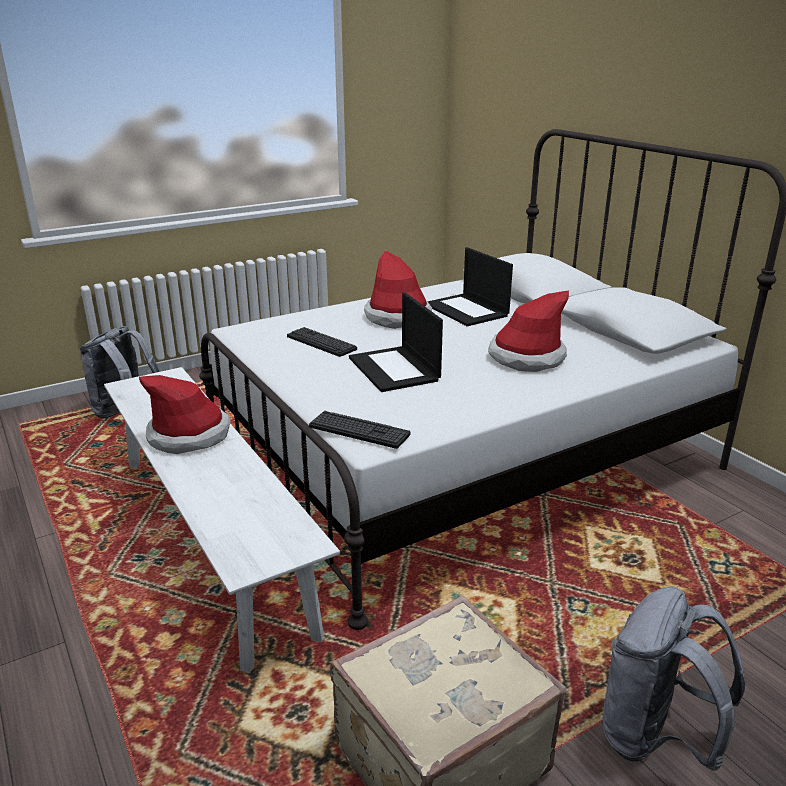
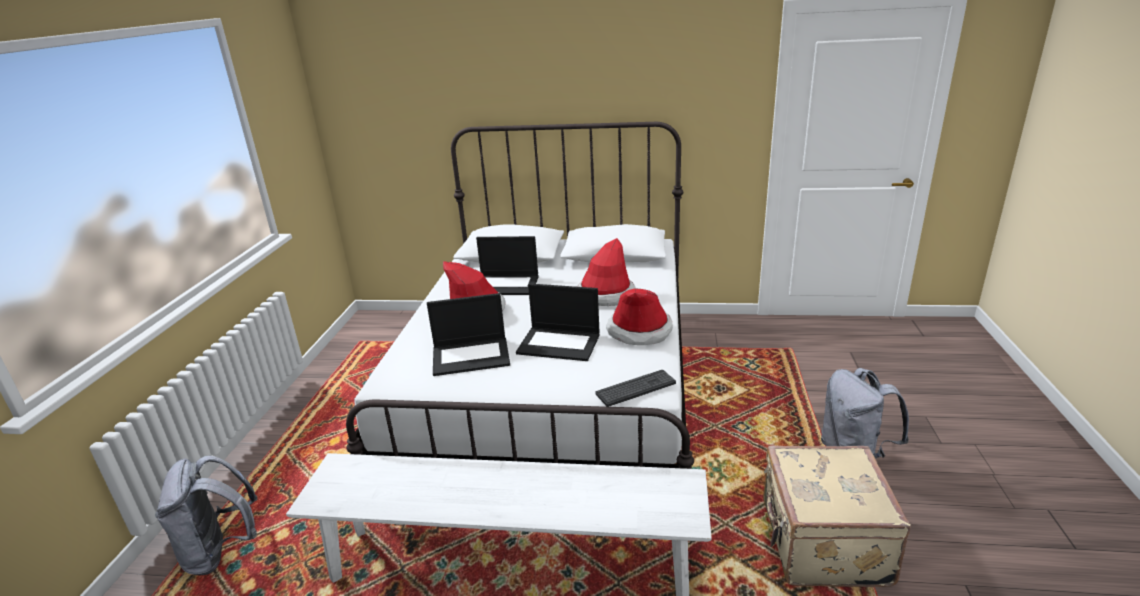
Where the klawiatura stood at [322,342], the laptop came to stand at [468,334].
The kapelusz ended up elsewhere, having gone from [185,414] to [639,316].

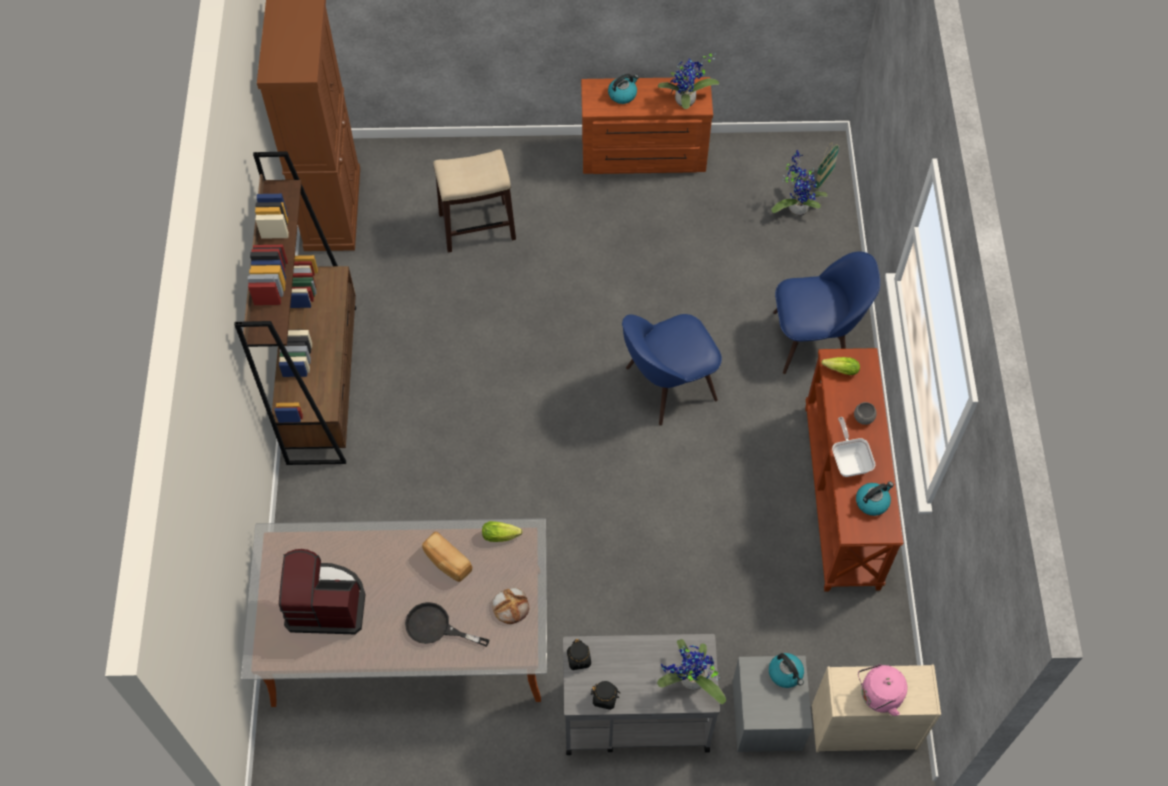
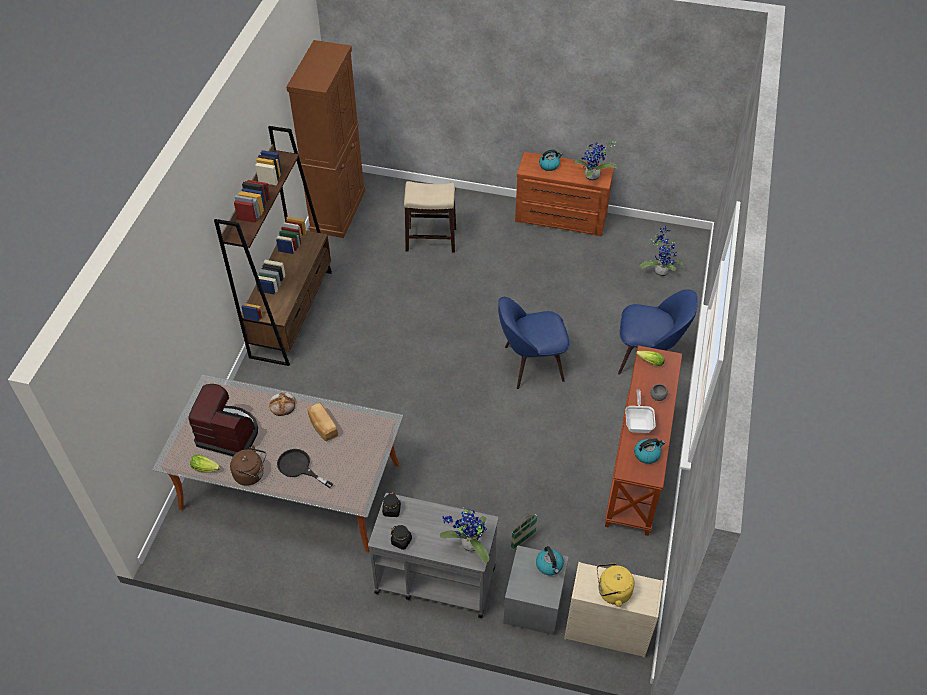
The koszyk ended up elsewhere, having gone from [827,166] to [524,531].
The sałata ended up elsewhere, having gone from [502,531] to [205,463].
The chleb ended up elsewhere, having gone from [510,606] to [282,404].
What was the czajnik [różowy] at [883,690] turned into the czajnik [żółty] at [615,585].
The second view gained the czajnik [brązowy] at [248,465].

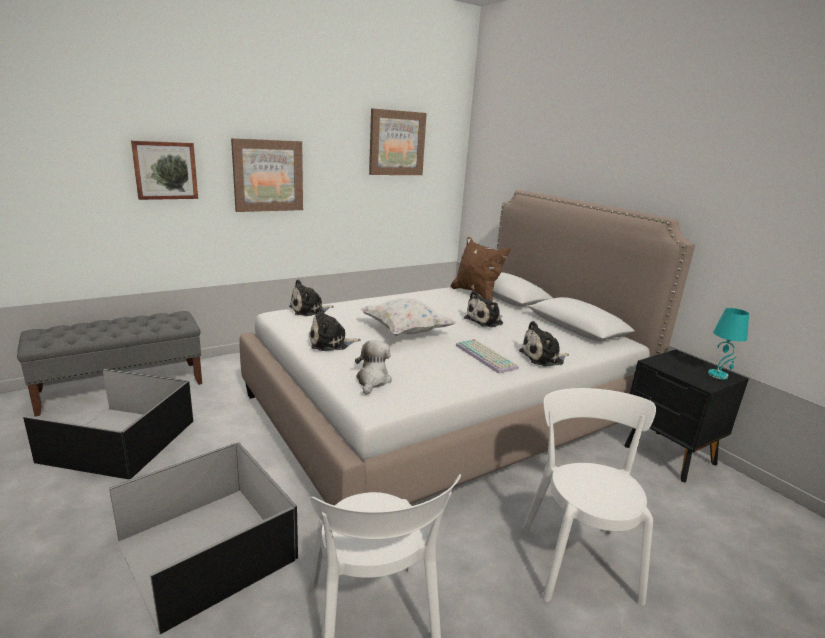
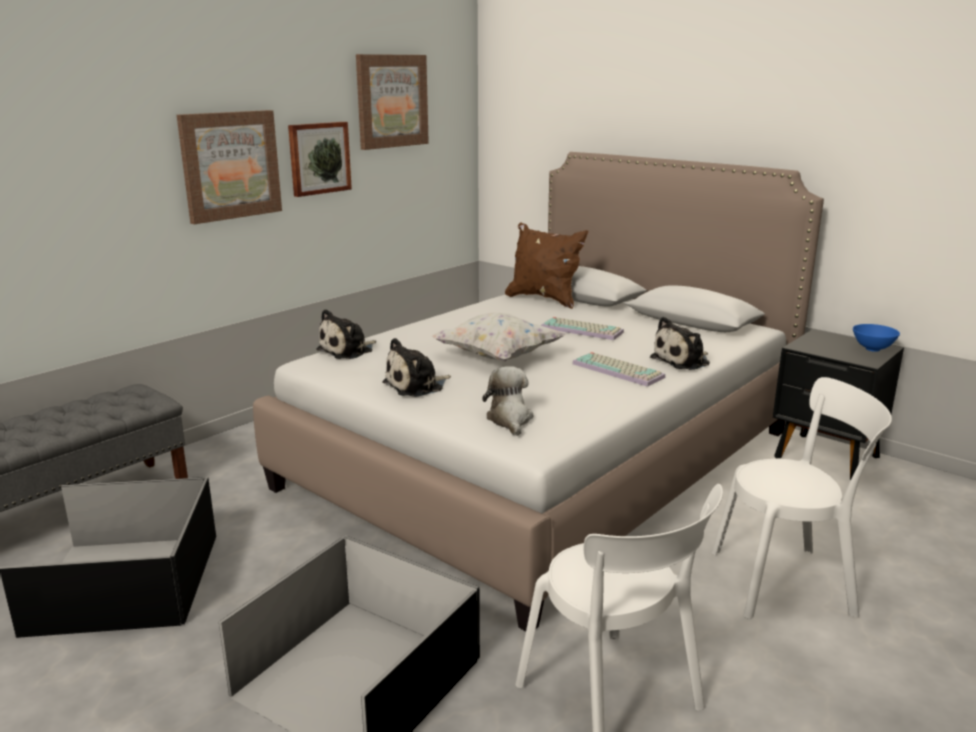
The obraz ended up elsewhere, having gone from [164,170] to [320,159].
Where the pluszak stood at [483,309], the klawiatura came to stand at [582,328].
Where the lampa stołowa [turkusowy] stood at [728,343], the miska [niebieski] came to stand at [876,338].
The krzesło [biały] at [589,497] ended up facing another way, 105 degrees clockwise from before.

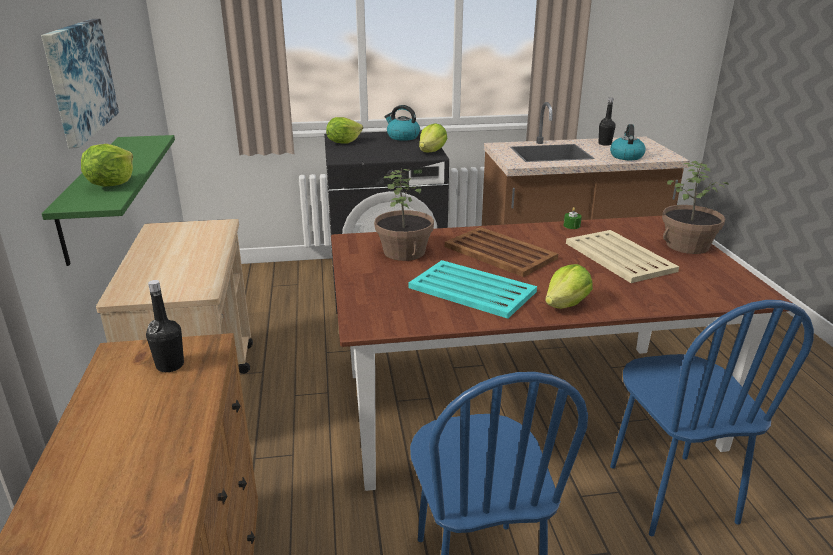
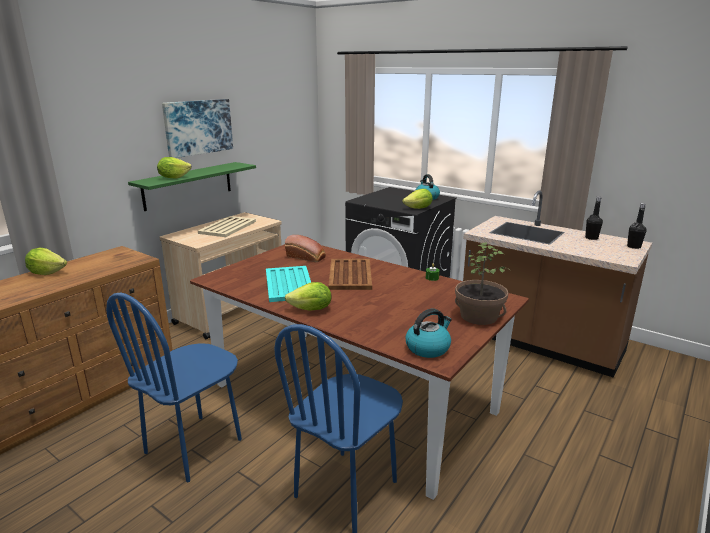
The sałata ended up elsewhere, having gone from [344,130] to [46,261].
The czajnik ended up elsewhere, having gone from [628,142] to [429,333].
Where the roślina doniczkowa stood at [404,215], the chleb came to stand at [305,248].
The taca [beżowy] ended up elsewhere, having gone from [622,256] to [227,226].
The butelka [czarny] ended up elsewhere, having gone from [165,326] to [636,226].

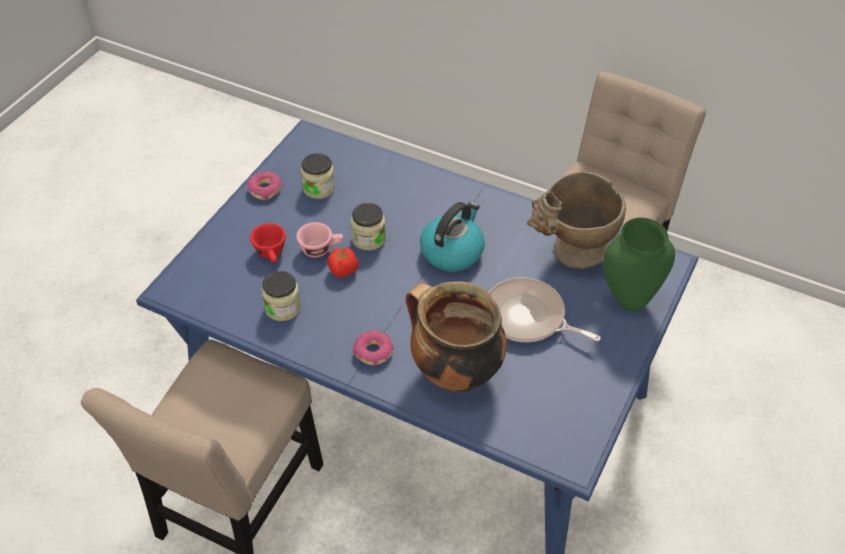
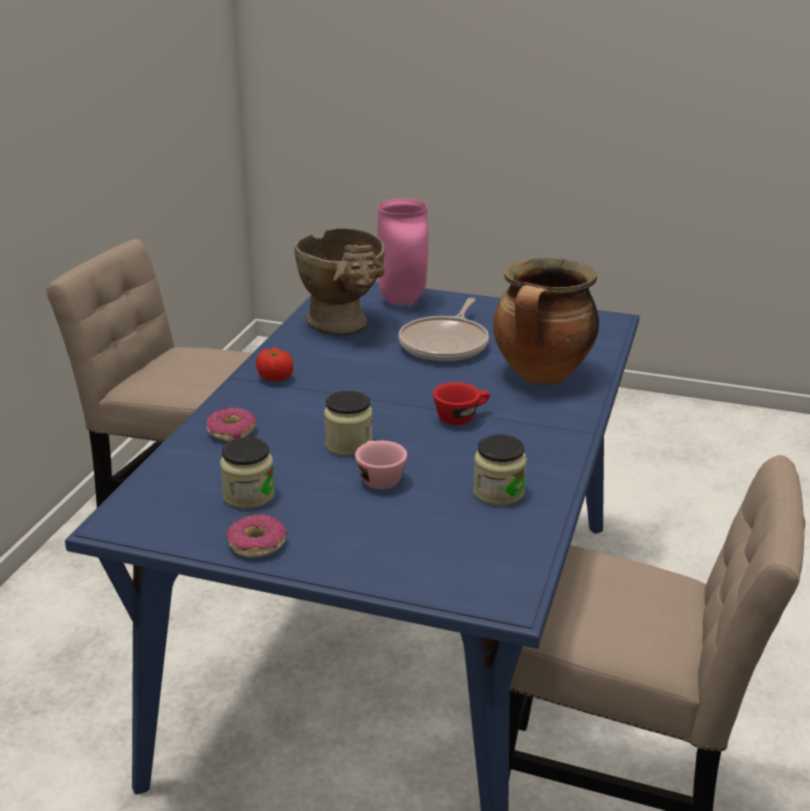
The second view lost the czajnik at [452,236].
What was the wazon [zielony] at [639,264] turned into the wazon [różowy] at [403,252].
The filiżanka [czerwony] ended up elsewhere, having gone from [268,243] to [461,403].
The pomidor ended up elsewhere, having gone from [343,262] to [274,365].
The donut ended up elsewhere, having gone from [373,347] to [232,424].

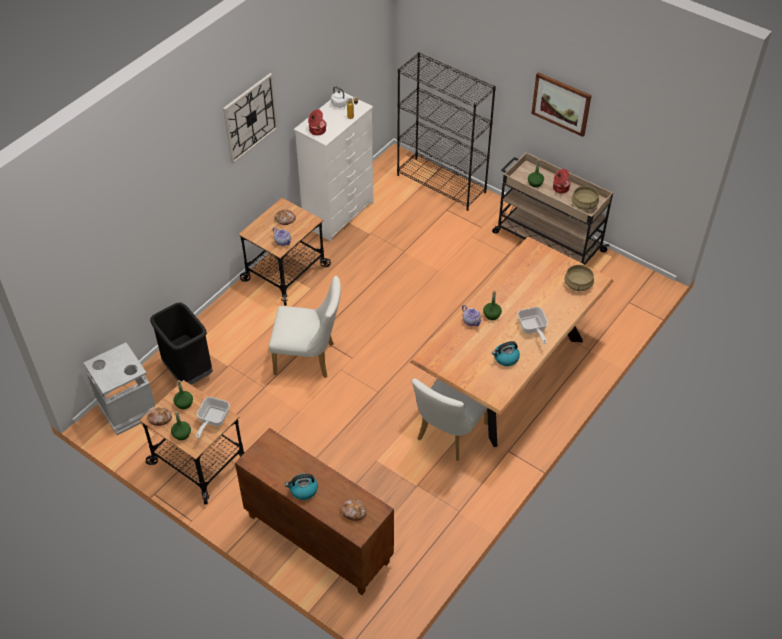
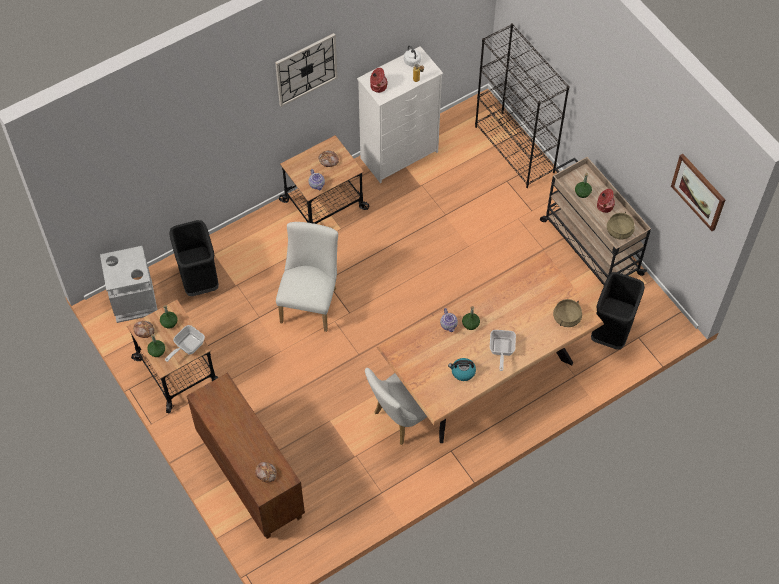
The obraz ended up elsewhere, having gone from [561,104] to [698,192].
The krzesło [biały] at [305,327] ended up facing another way, 105 degrees counterclockwise from before.
The second view lost the czajnik at [301,486].
The second view gained the kosz na śmieci [czarny] at [618,311].

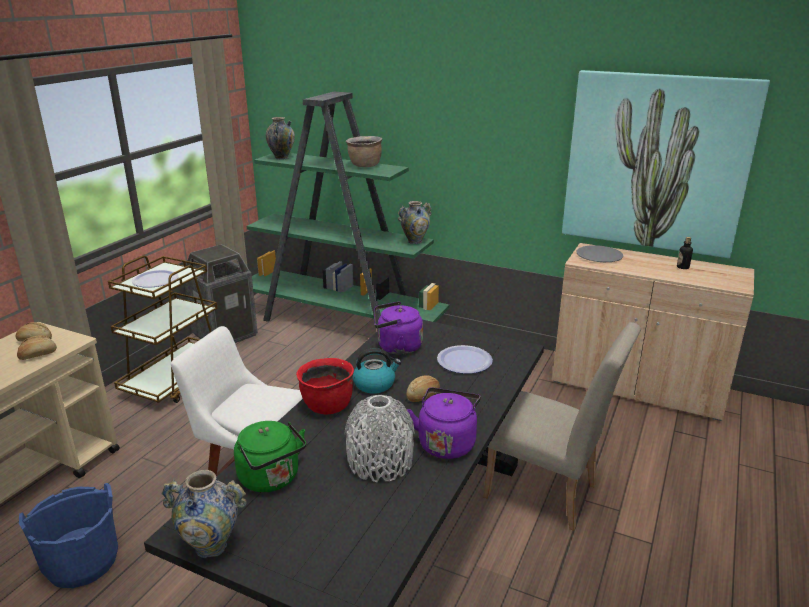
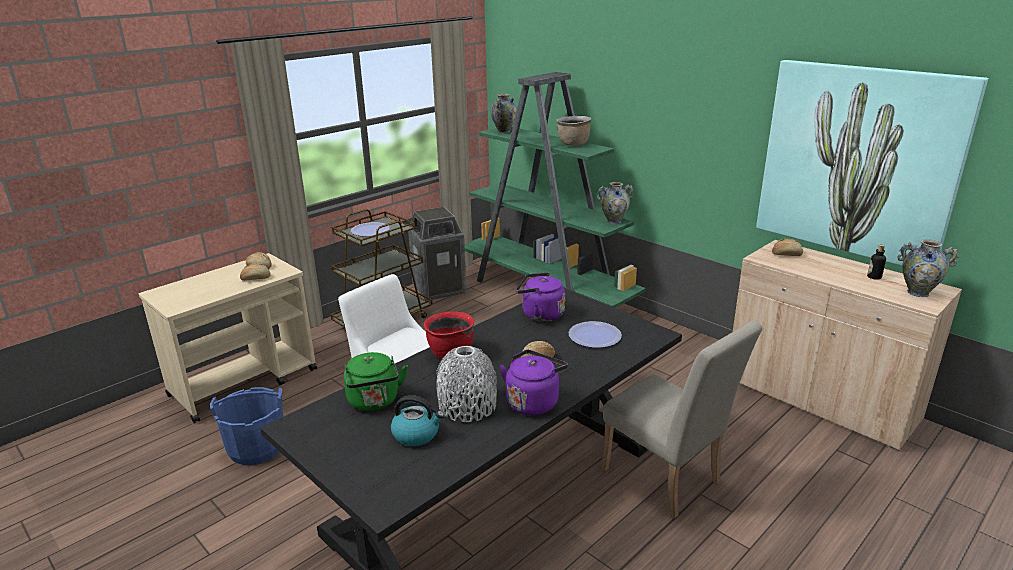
Where the talerz [szary] stood at [600,253], the chleb came to stand at [787,247].
The czajnik ended up elsewhere, having gone from [377,371] to [417,420].
The wazon ended up elsewhere, having gone from [204,514] to [928,268].

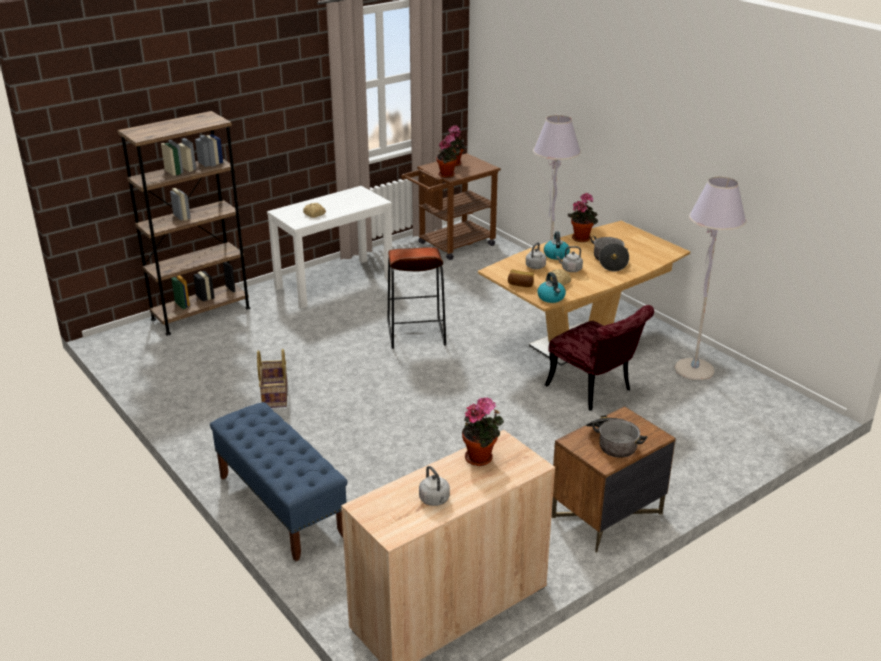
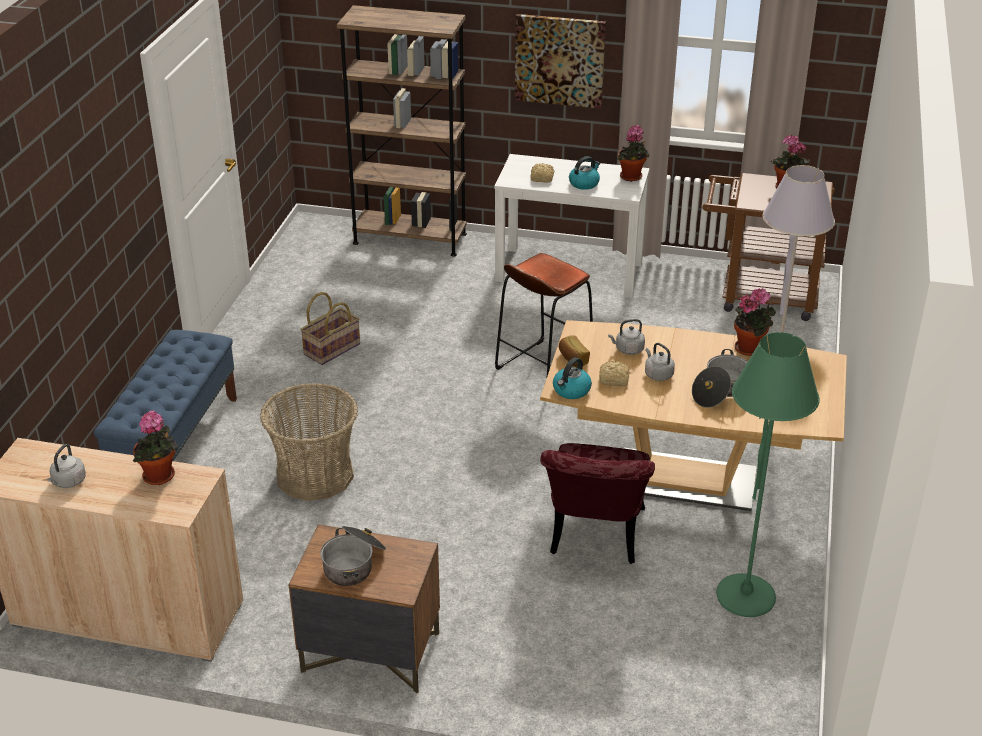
The roślina doniczkowa ended up elsewhere, having gone from [448,156] to [633,153].
What was the lampa stojąca [szary] at [710,278] turned into the lampa stojąca [zielony] at [768,474].
The czajnik ended up elsewhere, having gone from [557,246] to [584,173].
The second view gained the obraz at [560,61].
The second view gained the koszyk at [309,442].

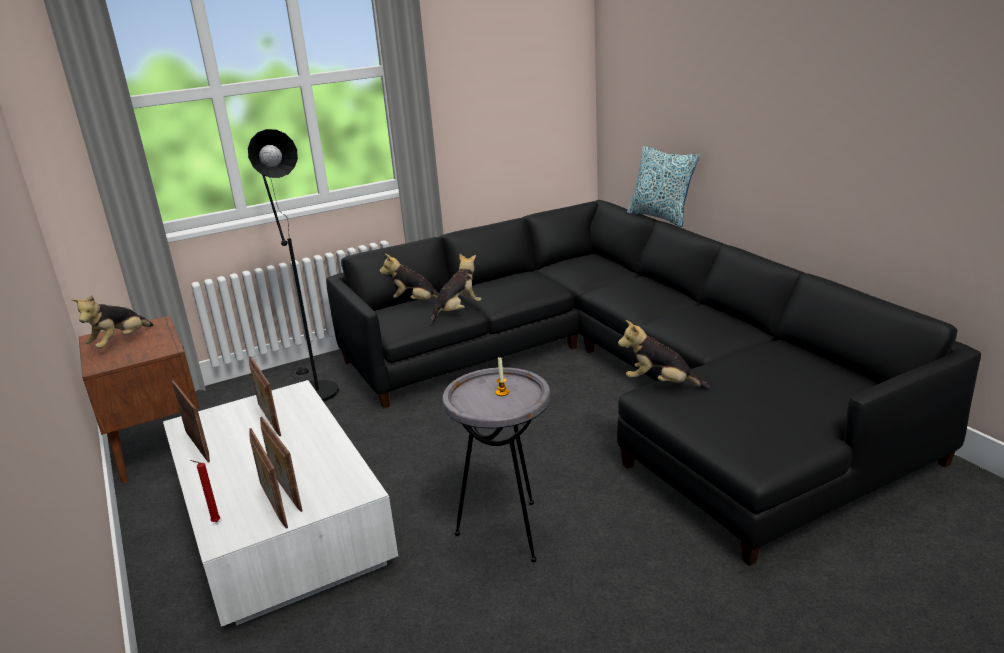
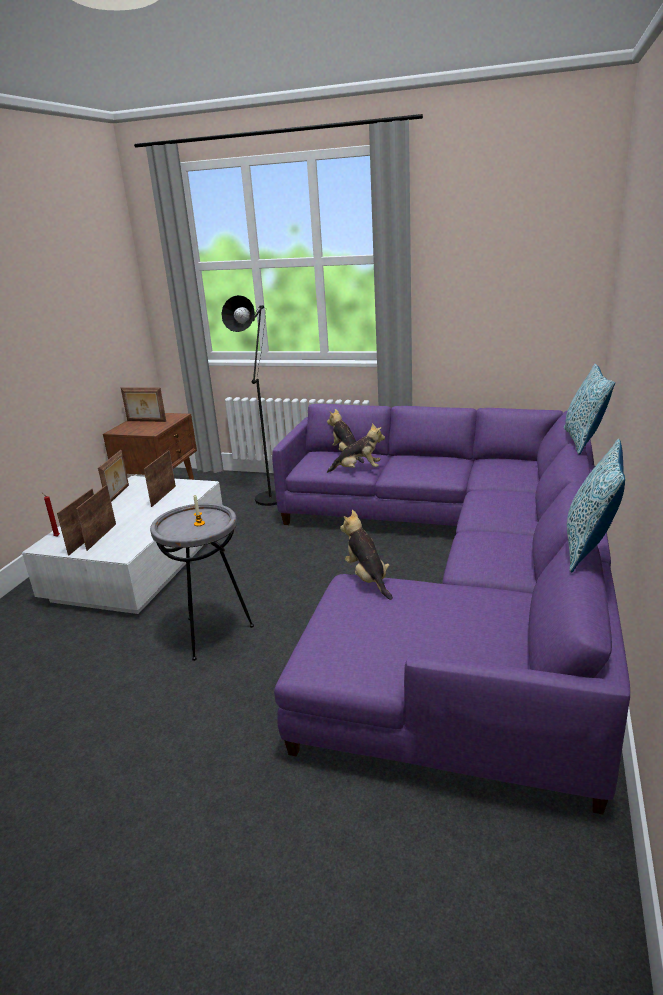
What was the kanapa [czarny] at [653,383] turned into the kanapa [fioletowy] at [451,609].
Where the pluszak stood at [112,322], the ramka na zdjęcie came to stand at [143,405].
The second view gained the poduszka at [596,506].

